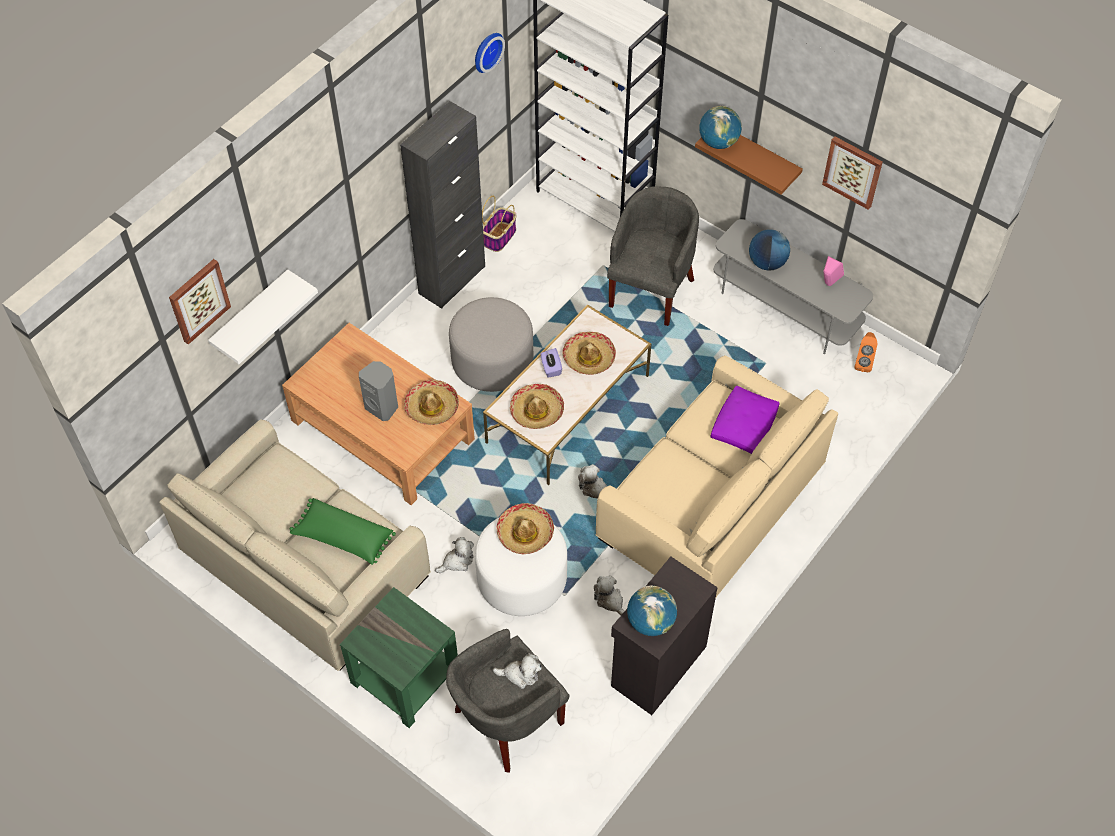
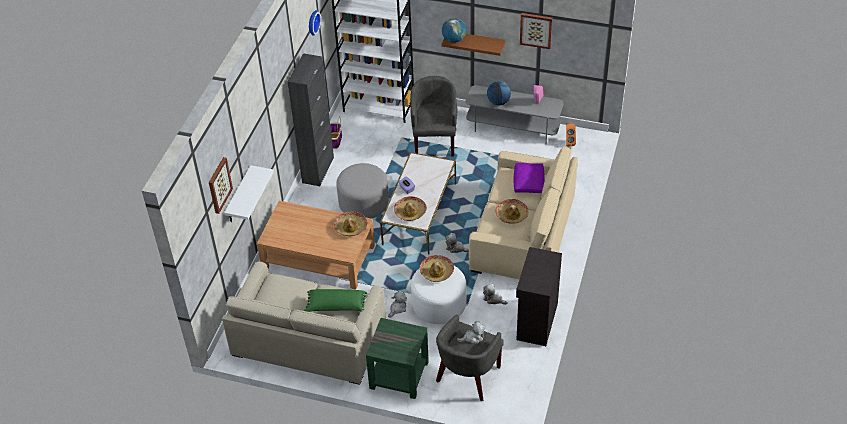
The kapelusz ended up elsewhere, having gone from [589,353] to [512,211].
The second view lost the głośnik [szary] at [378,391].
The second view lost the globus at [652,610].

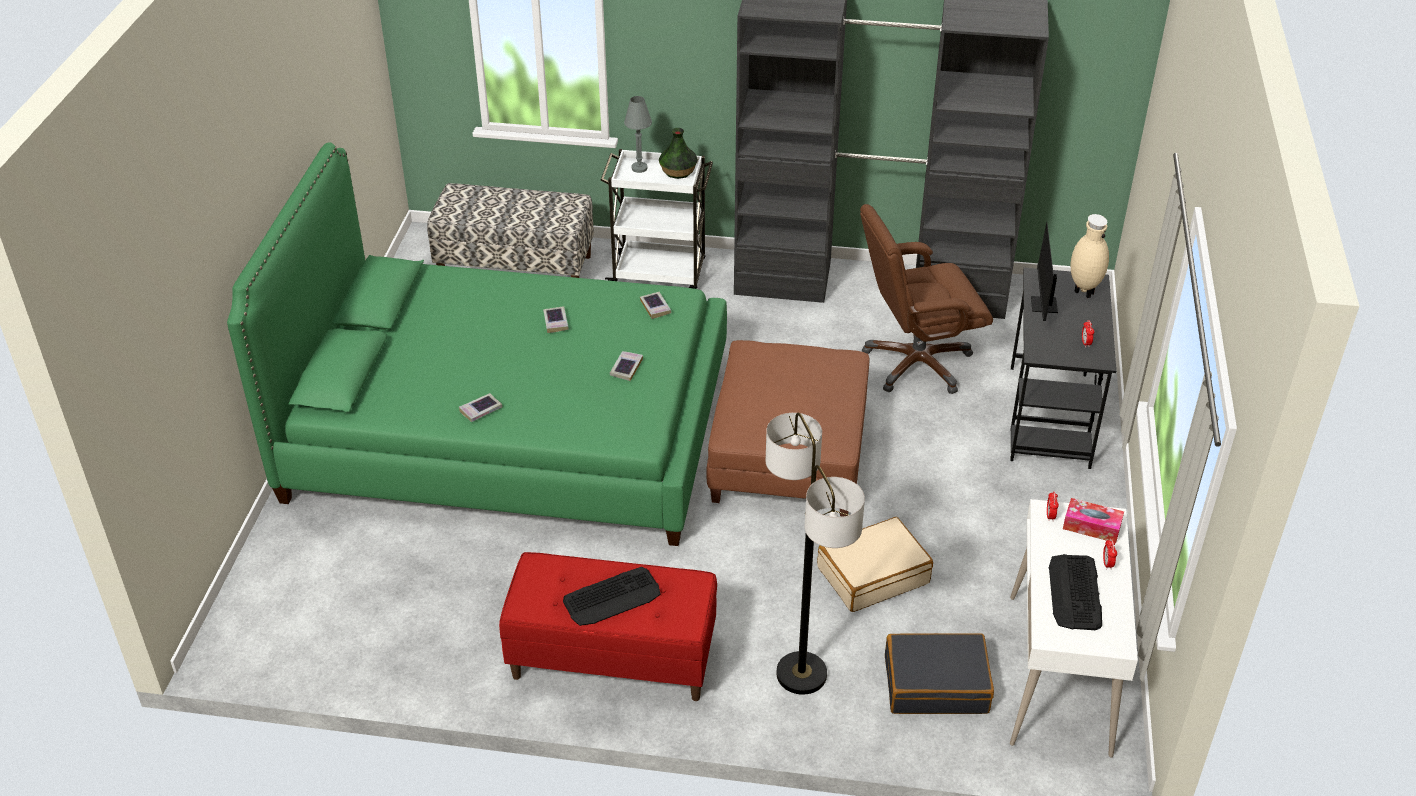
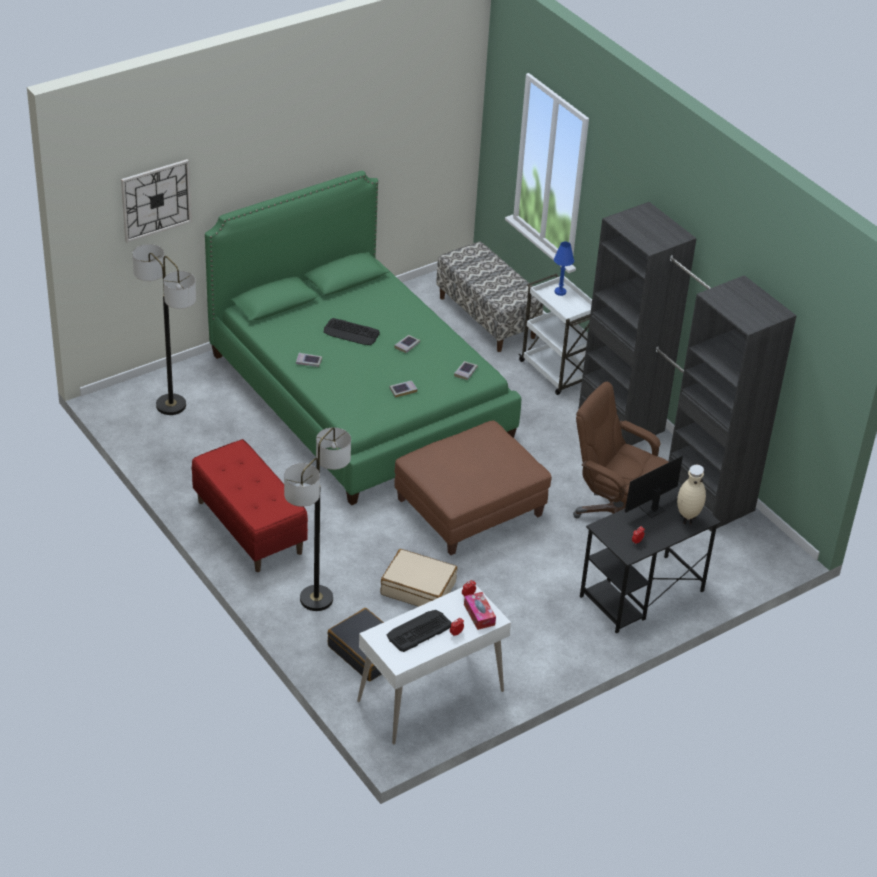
What was the lampa stołowa [szary] at [638,134] turned into the lampa stołowa [niebieski] at [564,269].
The second view lost the wazon at [678,153].
The klawiatura ended up elsewhere, having gone from [612,596] to [352,331].
The second view gained the zegar ścienny at [156,201].
The second view gained the lampa stojąca at [164,329].

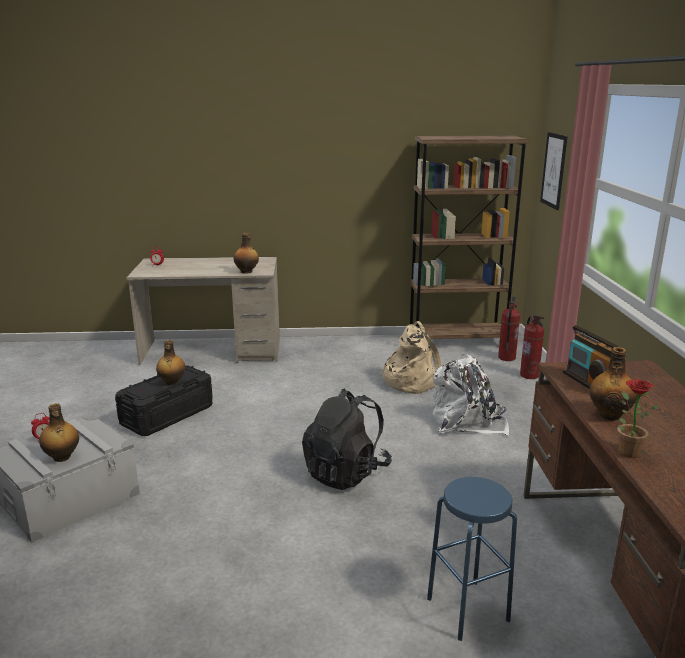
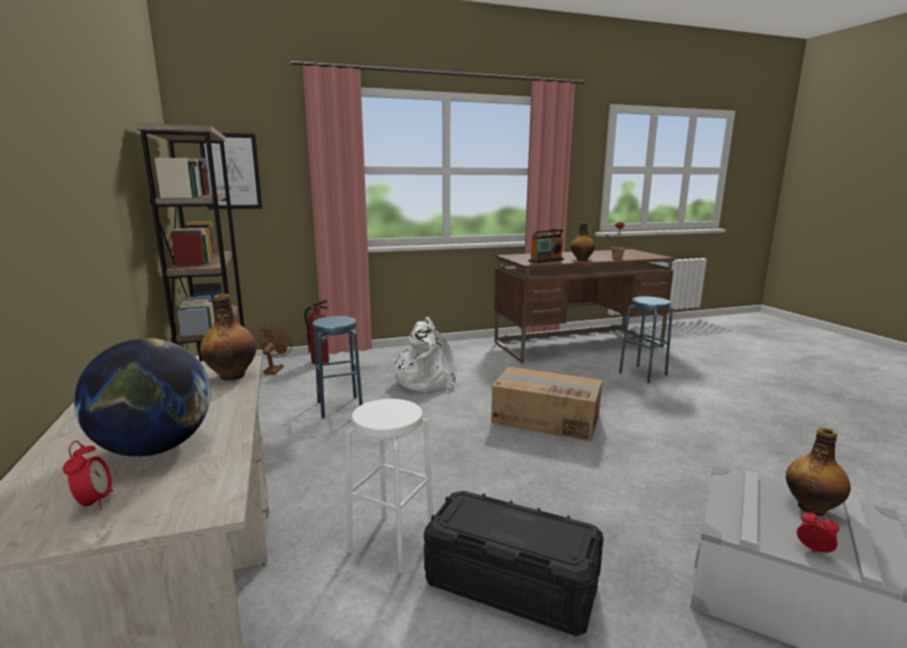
Where the gaśnica stood at [509,328], the wentylator [brązowy] came to stand at [274,350].
Where the plecak [beżowy] stood at [410,357], the stołek [niebieski] came to stand at [337,367].
The second view lost the butelka at [170,363].
Where the plecak [czarny] stood at [347,439], the karton came to stand at [547,404].
The second view gained the globus at [142,397].
The second view gained the stołek [biały] at [389,486].

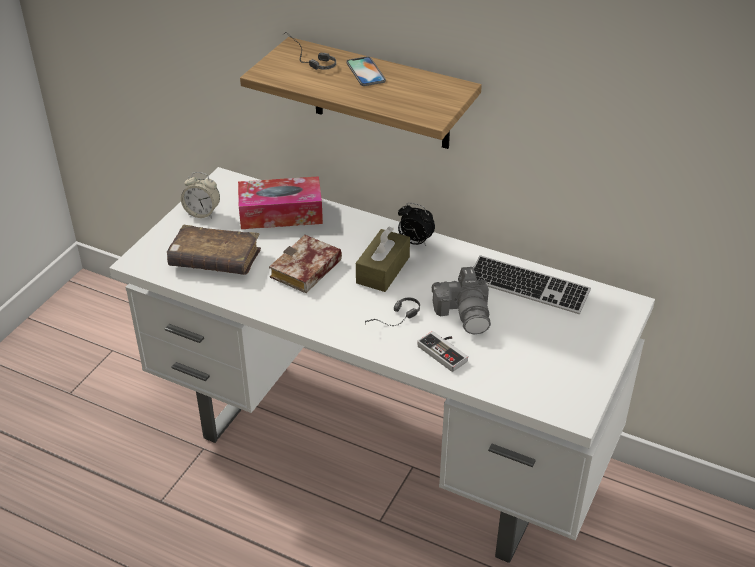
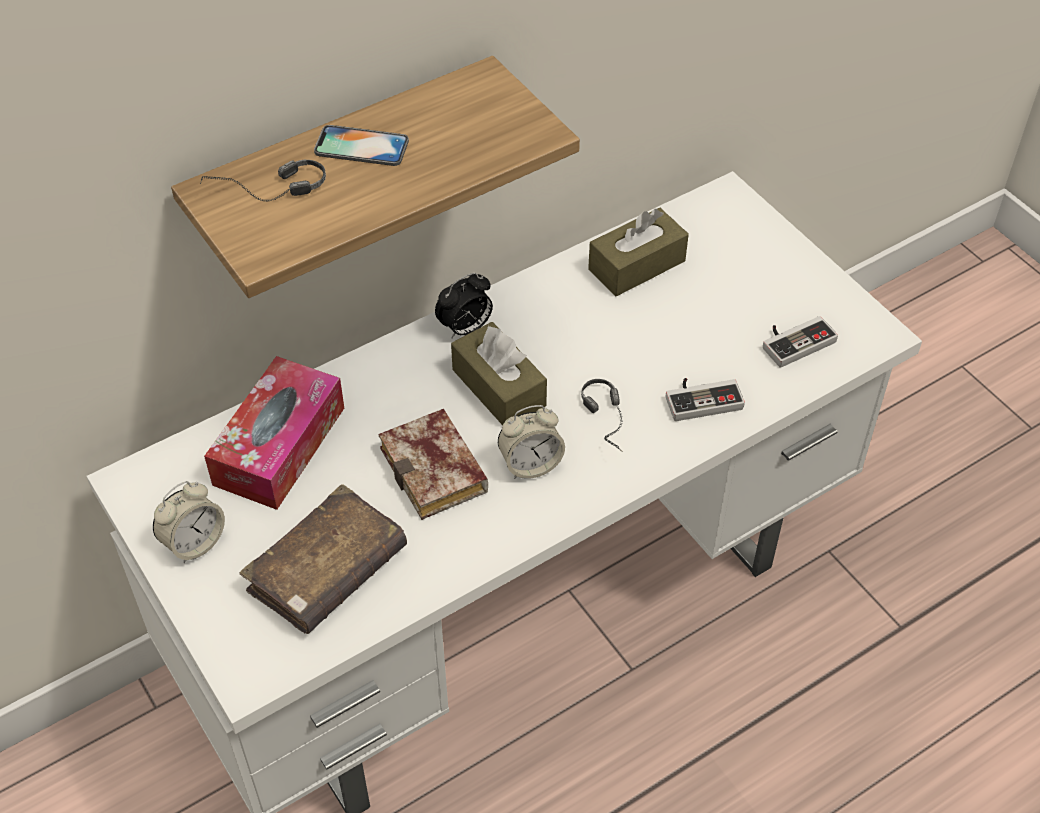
Where the klawiatura stood at [532,284], the pudełko chusteczek [brązowy] came to stand at [638,252].
The second view lost the aparat fotograficzny at [461,301].
The second view gained the pad do gier at [800,342].
The second view gained the budzik at [531,442].

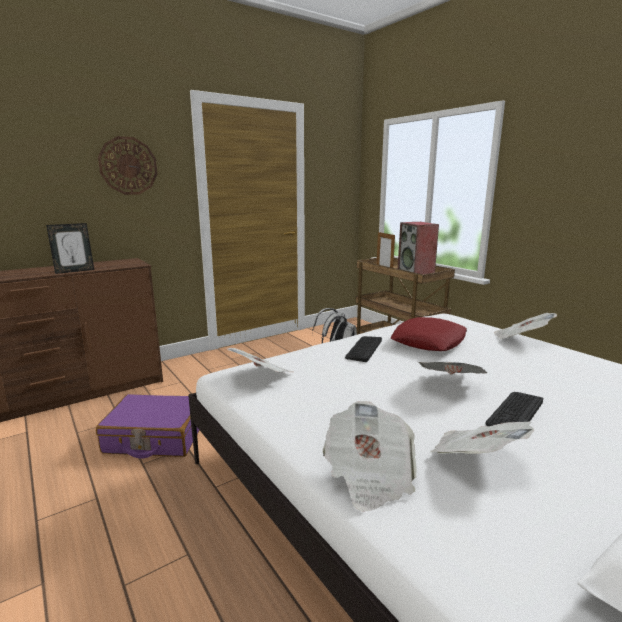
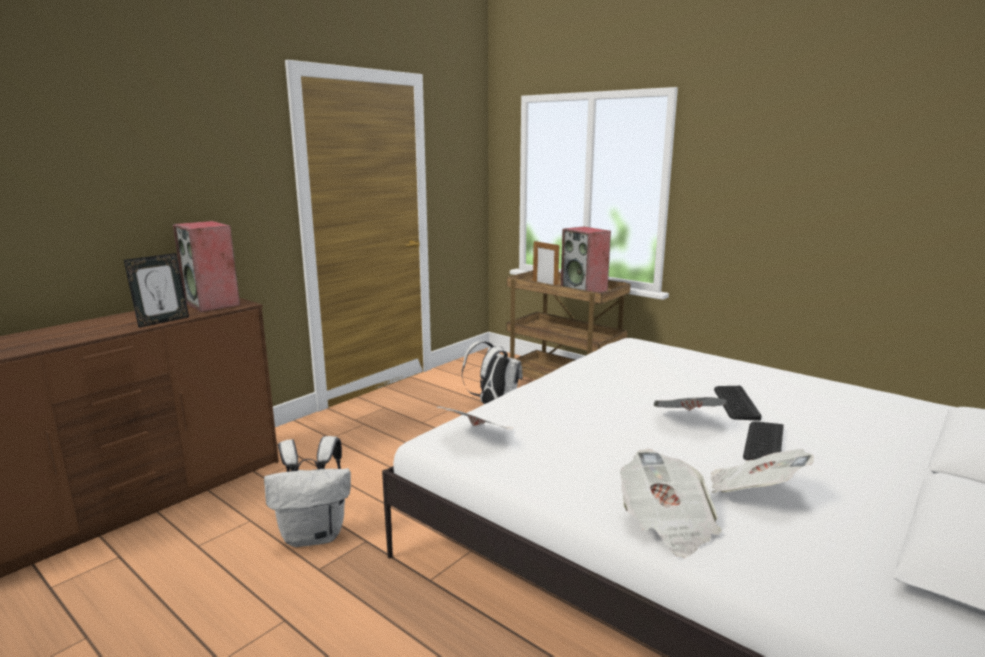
The second view lost the zegar ścienny at [128,165].
The second view lost the gazeta at [525,326].
The second view lost the poduszka [czerwony] at [429,334].
The klawiatura ended up elsewhere, having gone from [363,349] to [738,403].
Where the walizka [fioletowy] stood at [147,426], the plecak [biały] came to stand at [307,491].
The second view gained the głośnik at [206,266].

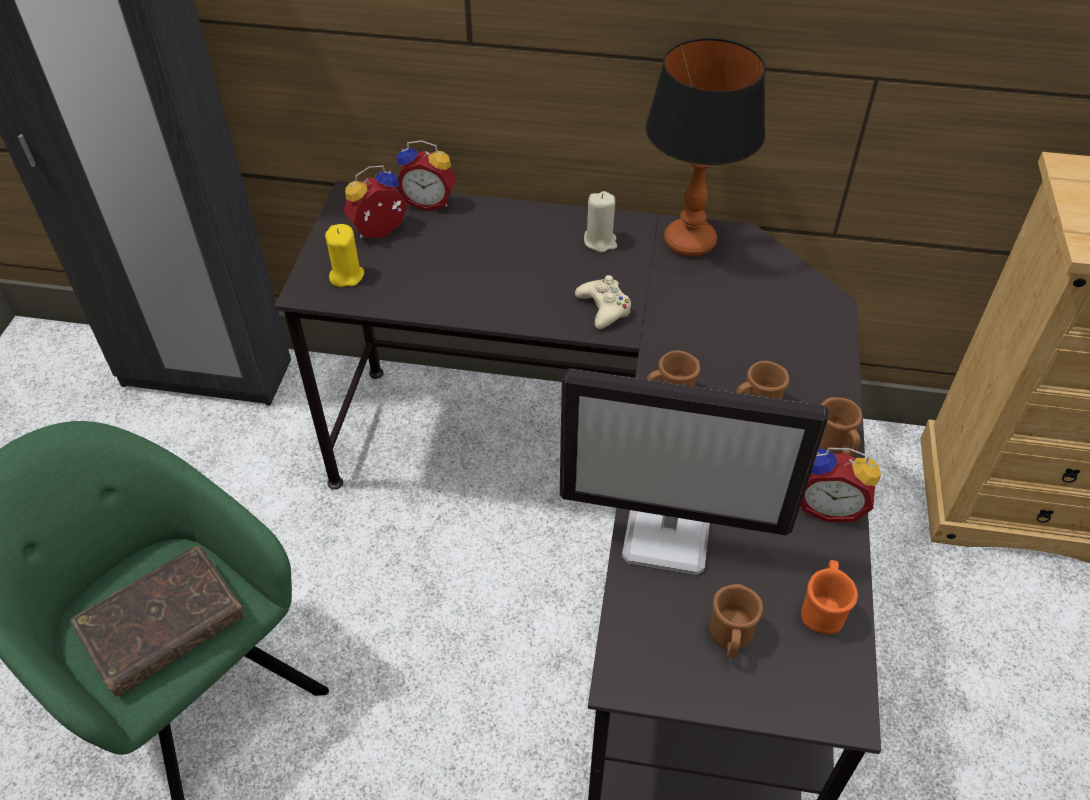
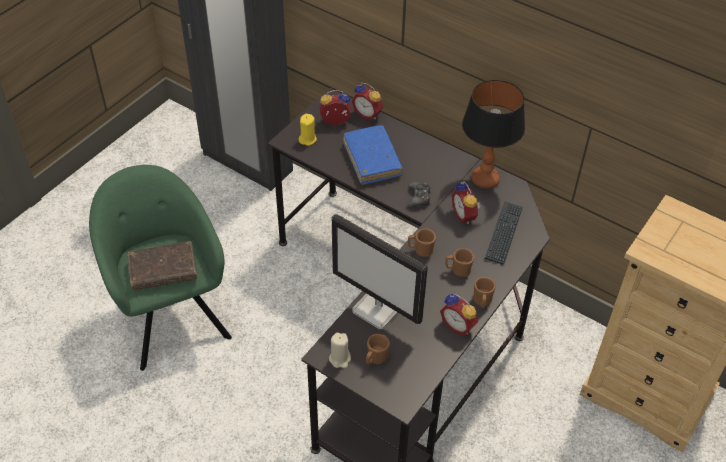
The świeca [beżowy] ended up elsewhere, having gone from [600,222] to [340,350].
What was the pad do gier [beżowy] at [603,302] turned into the pad do gier [czarny] at [419,194].
The second view lost the kubek [pomarańczowy] at [829,597].
The second view gained the książka [niebieski] at [373,155].
The second view gained the budzik at [466,202].
The second view gained the klawiatura at [504,232].

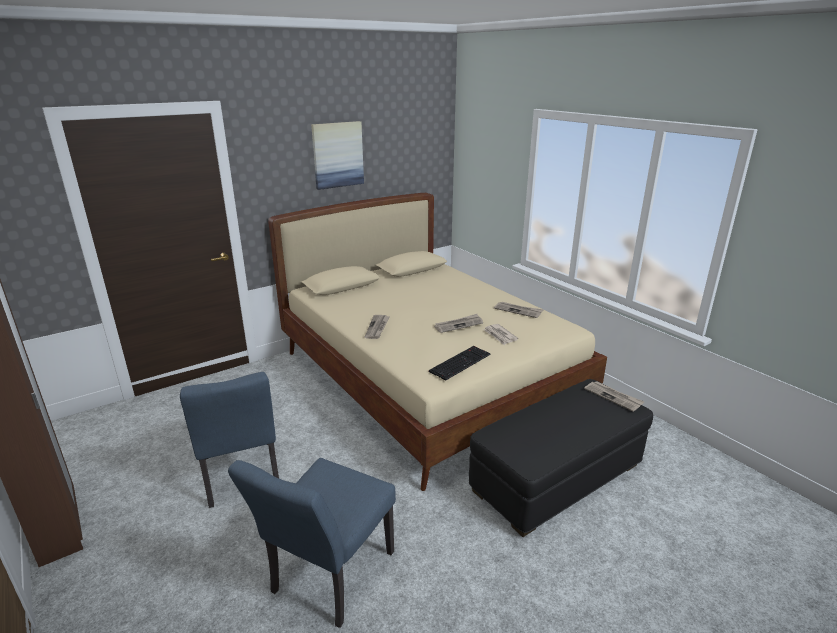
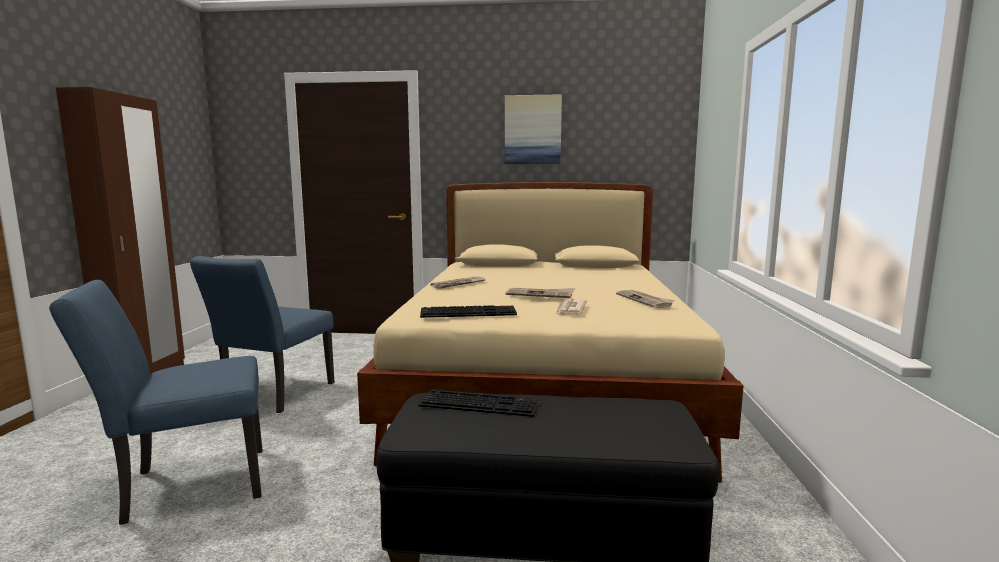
The second view lost the gazeta at [614,396].
The second view gained the klawiatura at [478,403].

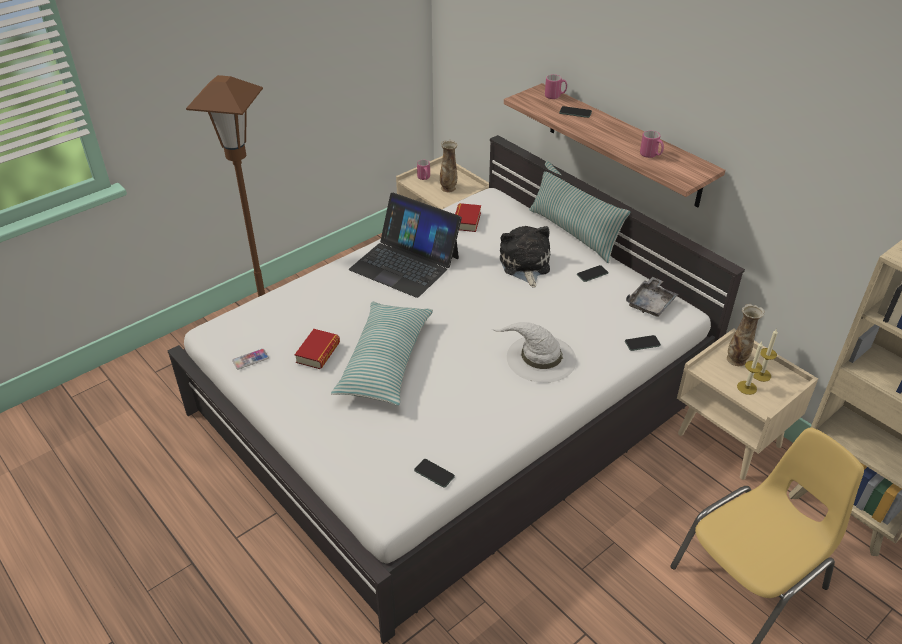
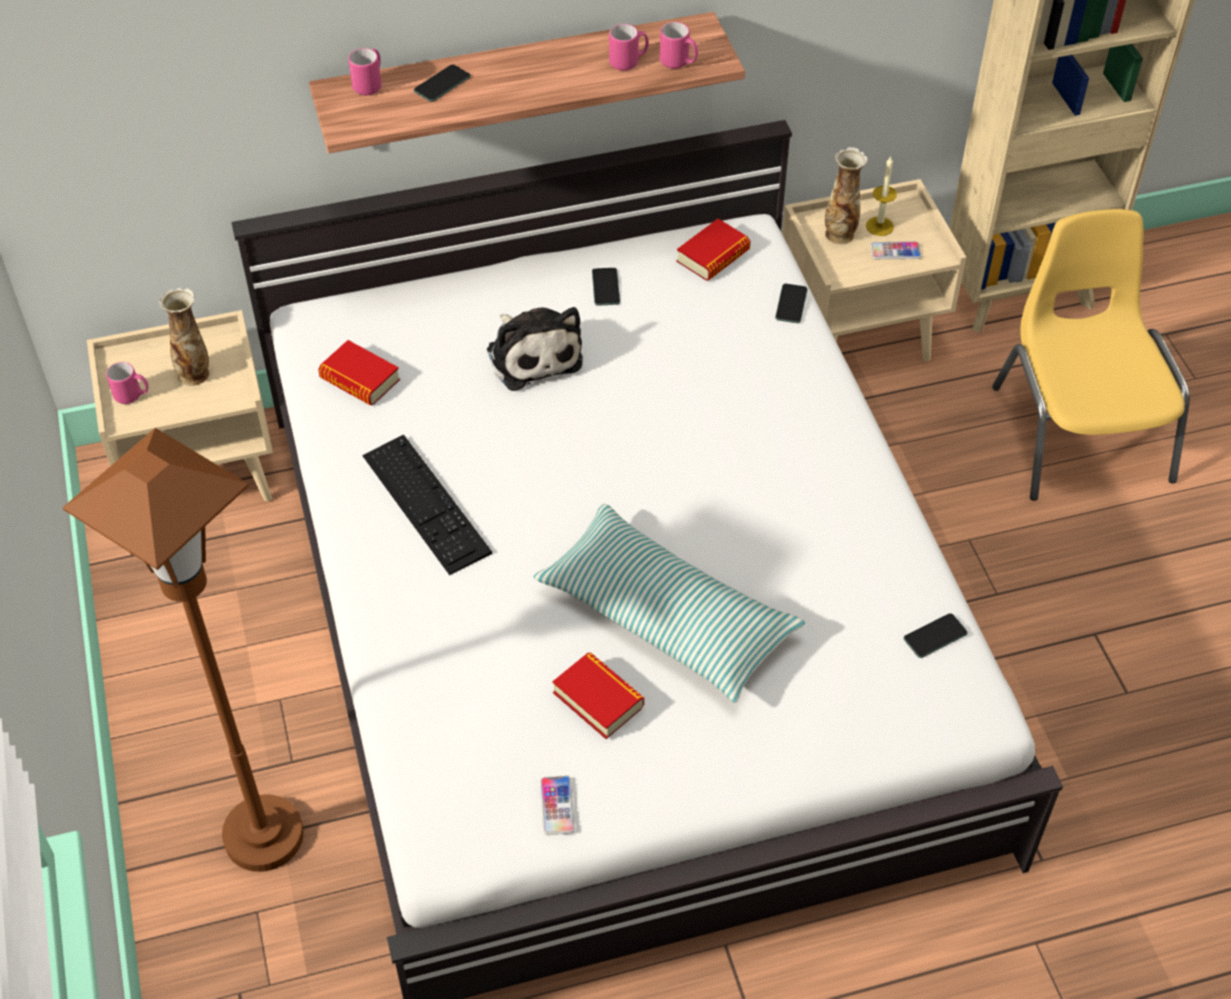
The second view lost the poduszka at [579,212].
Where the laptop stood at [405,245], the klawiatura came to stand at [427,504].
The pluszak at [525,257] ended up facing another way, 135 degrees counterclockwise from before.
Where the taca [szary] stood at [652,297], the książka came to stand at [713,250].
The second view lost the kapelusz [biały] at [534,352].
Where the świeca stood at [750,368], the telefon came to stand at [895,250].
The second view gained the kubek [różowy] at [679,45].

